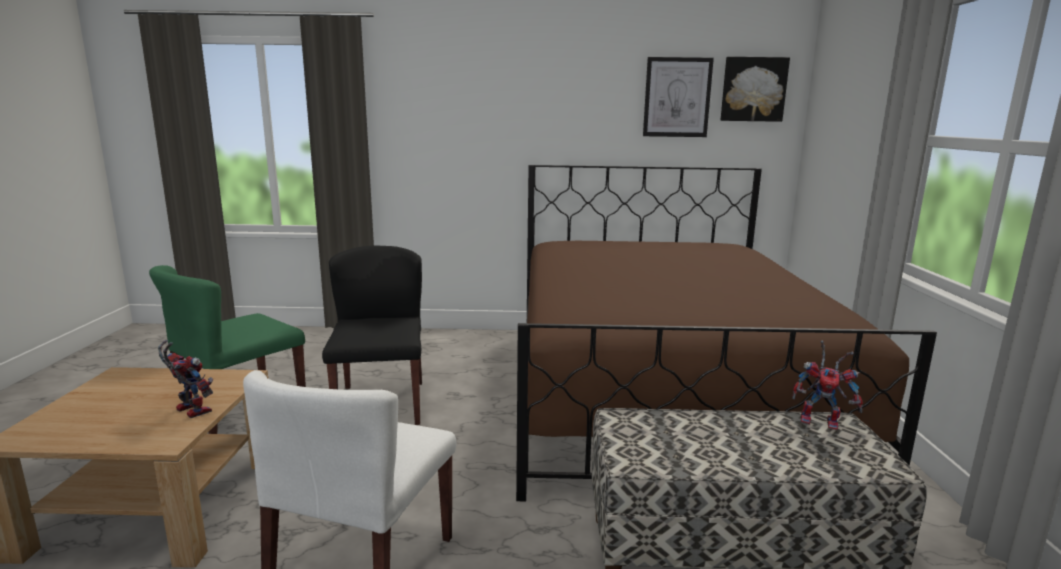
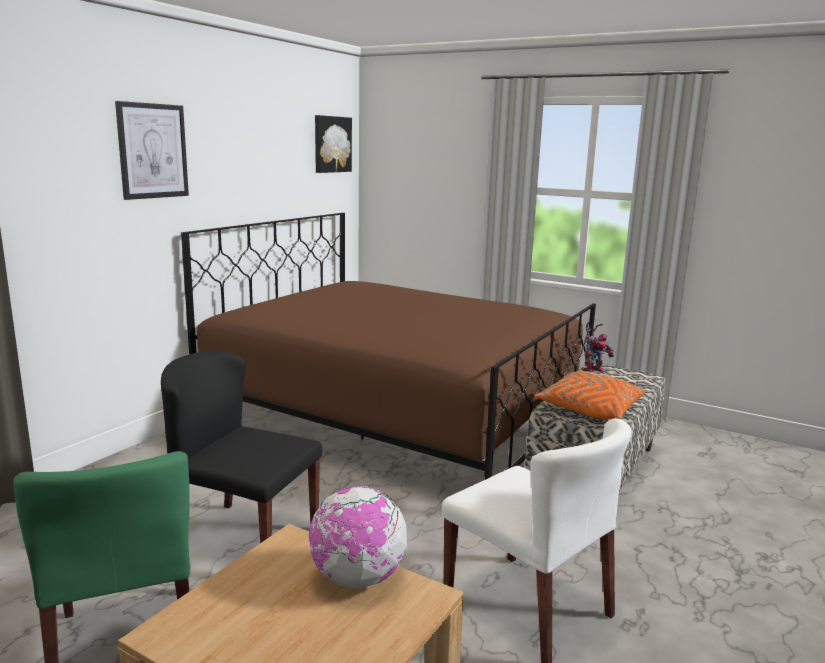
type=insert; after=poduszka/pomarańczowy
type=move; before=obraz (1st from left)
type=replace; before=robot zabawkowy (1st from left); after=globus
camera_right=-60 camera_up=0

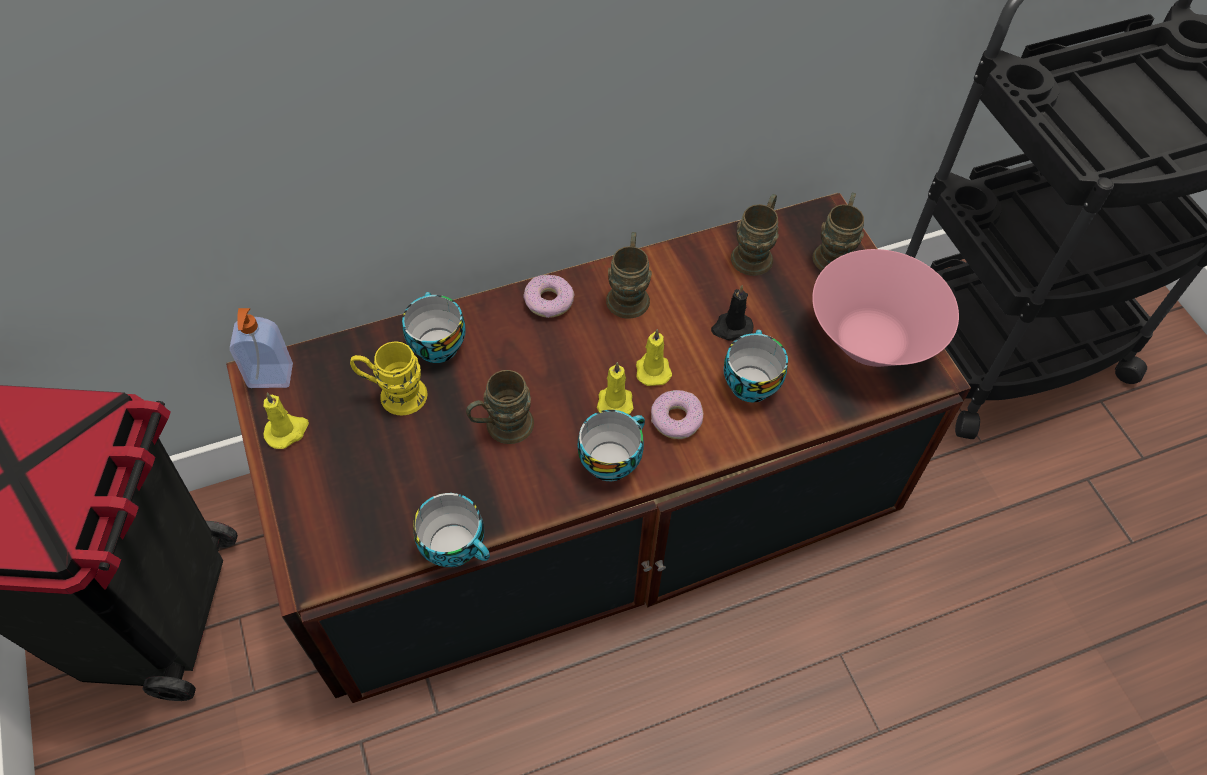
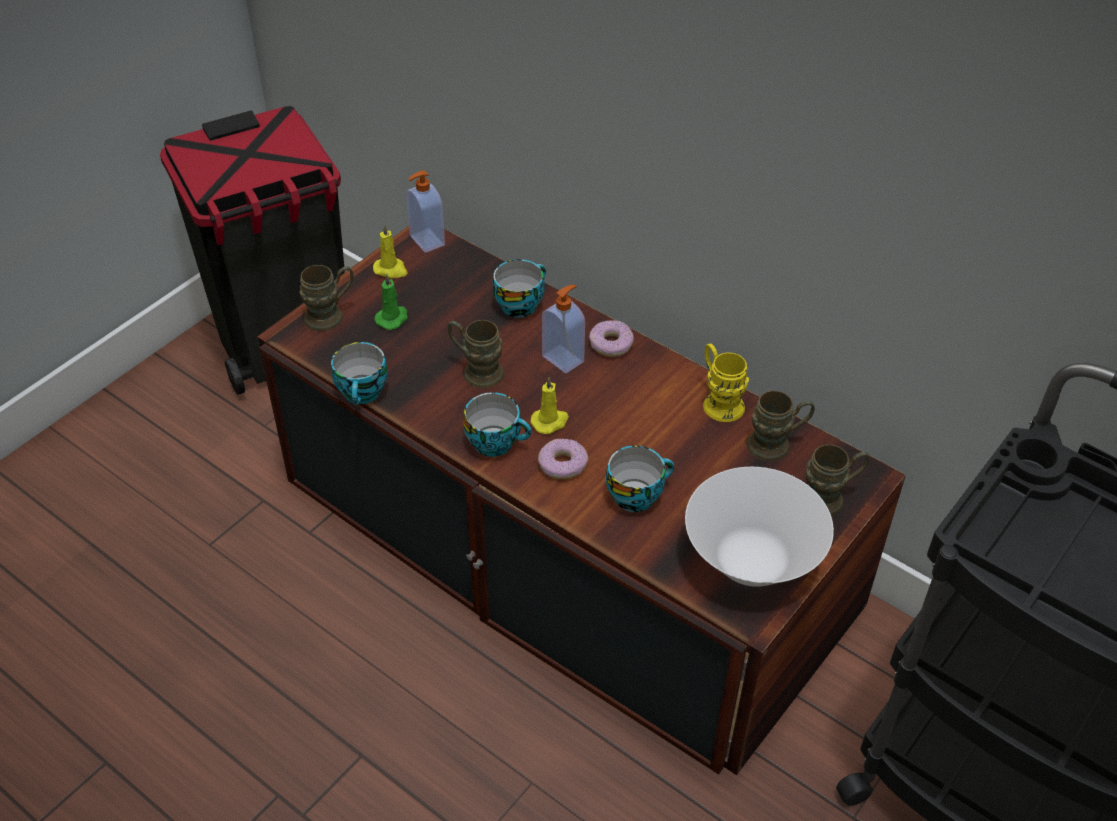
type=delete; before=świeca/żółty (3rd from left)
type=delete; before=świeca/czarny
type=insert; after=świeca/zielony
type=insert; after=dozownik mydła (2nd from left)
type=move; before=kubek/żółty
type=move; before=kubek/brązowy (2nd from left in the first image); after=kubek/brązowy (1st from left)
type=recolor; before=miska/różowy; after=miska/biały
camera_right=60 camera_up=-10

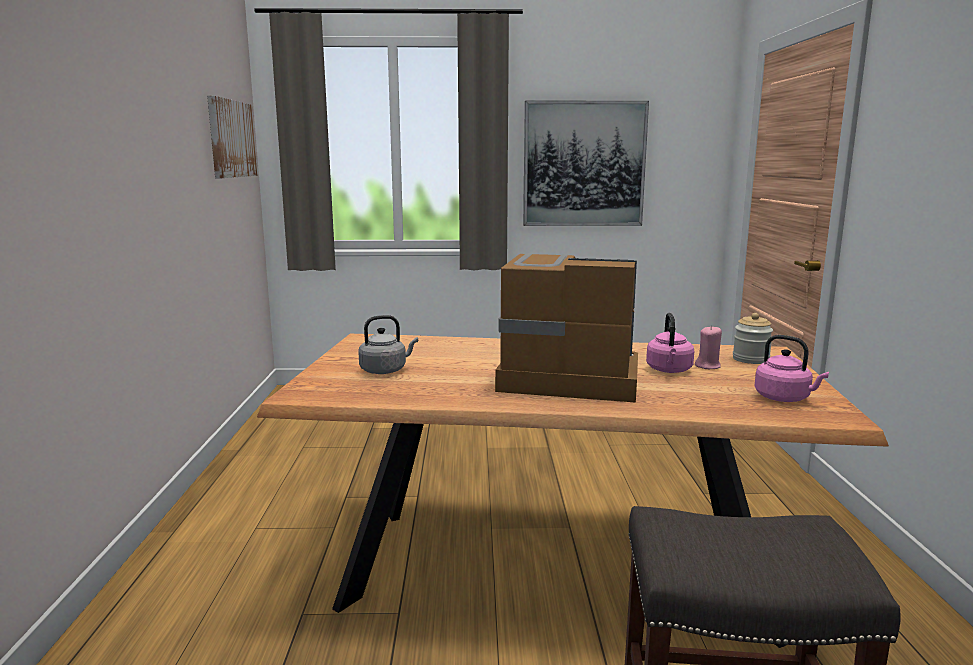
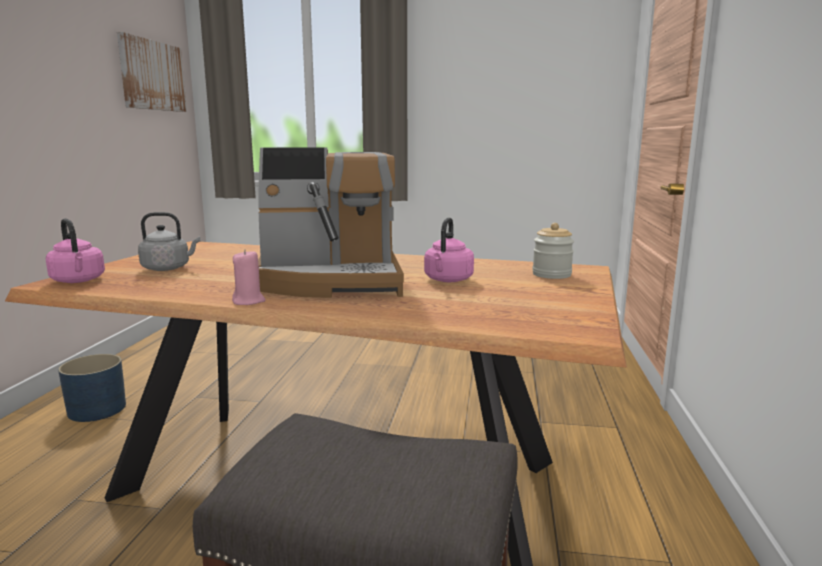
type=delete; before=obraz (2nd from left)
type=insert; after=donica/niebieski
type=move; before=świeca/różowy
type=move; before=czajnik/różowy (2nd from left in the first image); after=czajnik/różowy (1st from left)
type=rotate; before=ekspres do kawy; turn=150
camera_right=10 camera_up=0

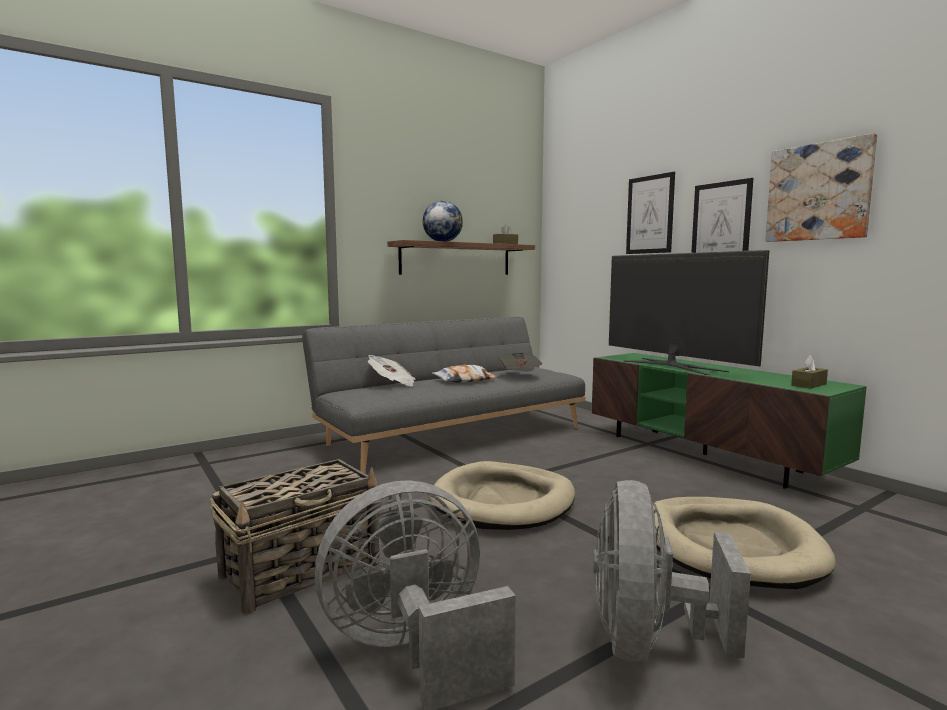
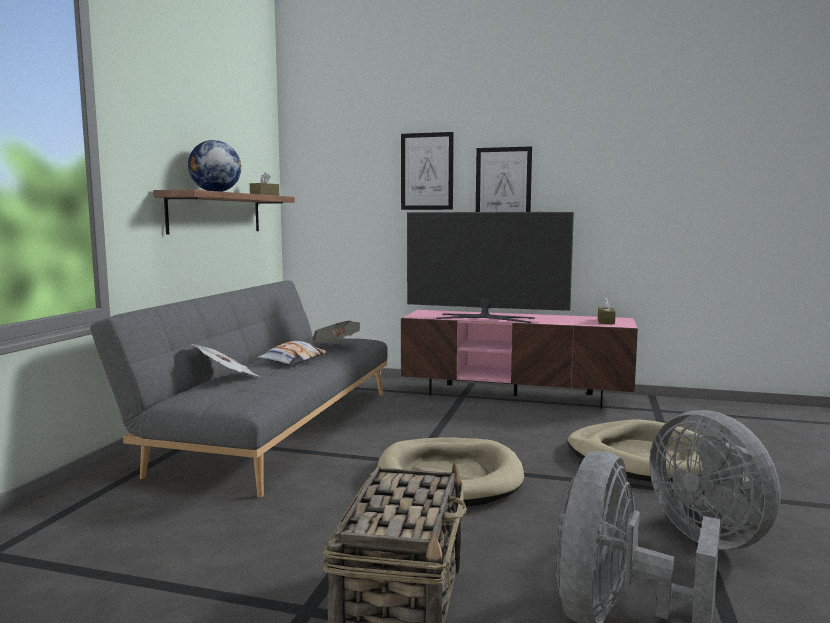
type=delete; before=obraz (3rd from left)
type=recolor; before=szafka pod telewizor/zielony; after=szafka pod telewizor/różowy
camera_right=-40 camera_up=0

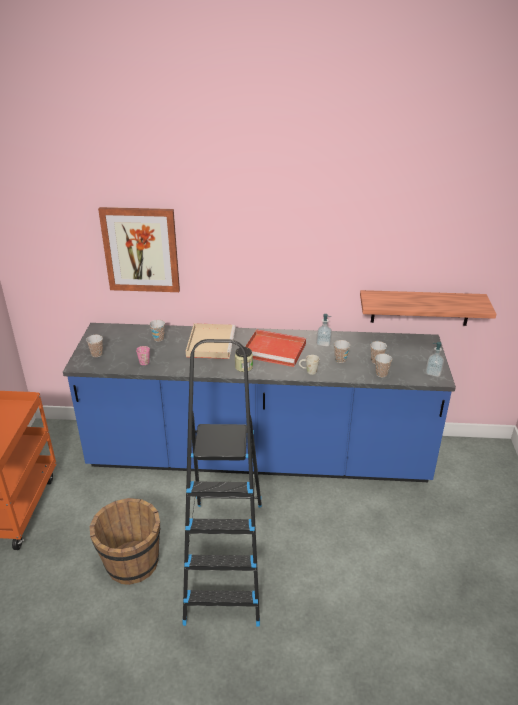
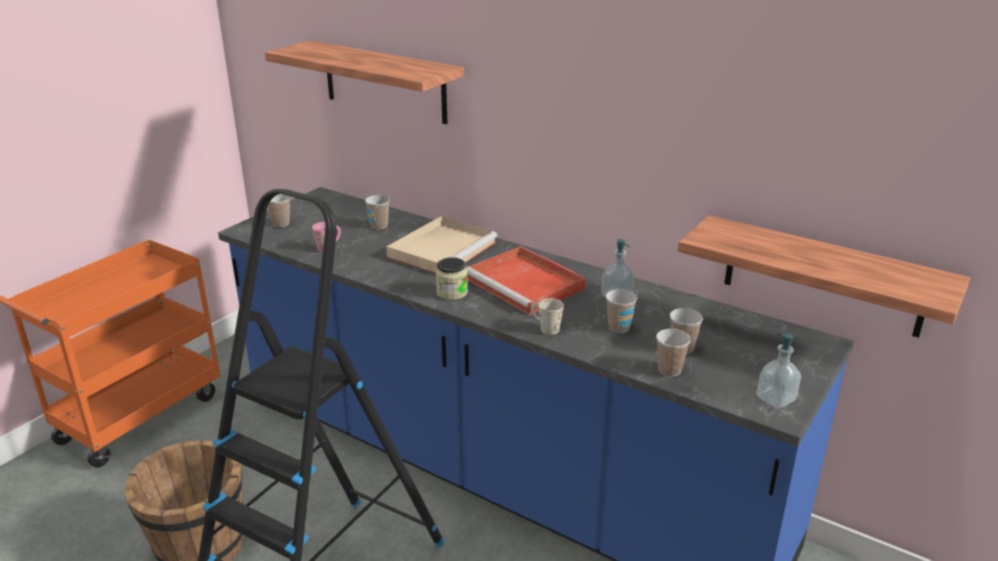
type=replace; before=obraz; after=półka (1st from left)
camera_right=30 camera_up=-5

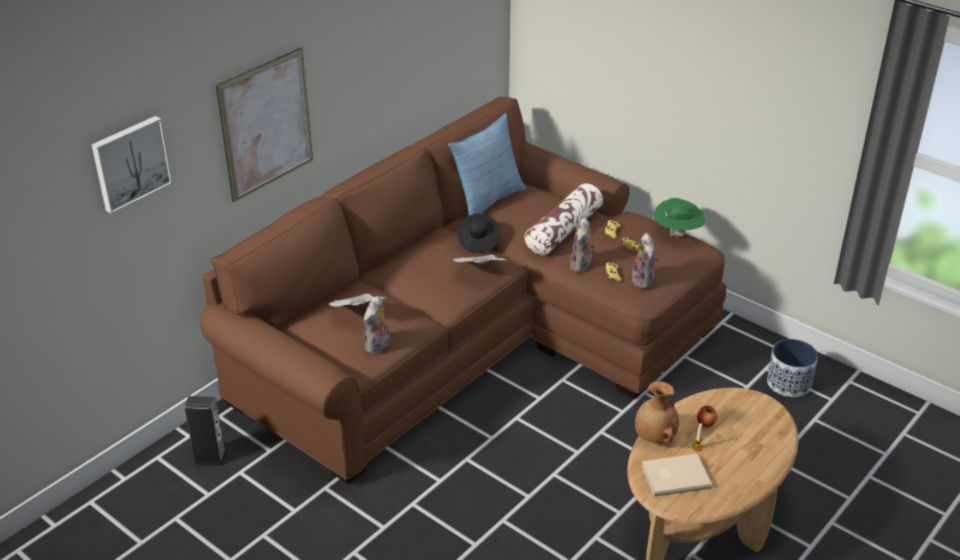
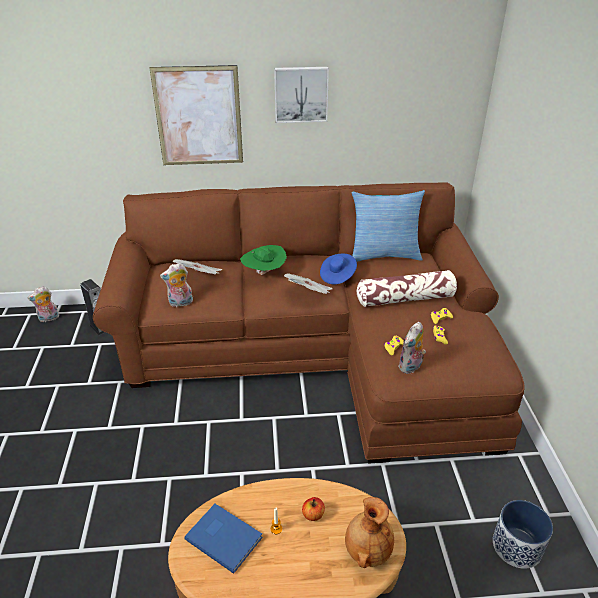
type=move; before=obraz (1st from left in the first image); after=obraz (2nd from left)
type=move; before=pluszak (2nd from left in the first image); after=pluszak (1st from left)
type=move; before=wazon/brązowy
type=move; before=kapelusz/zielony
type=recolor; before=kapelusz/czarny; after=kapelusz/niebieski
type=recolor; before=książka/beżowy; after=książka/niebieski
camera_right=45 camera_up=0

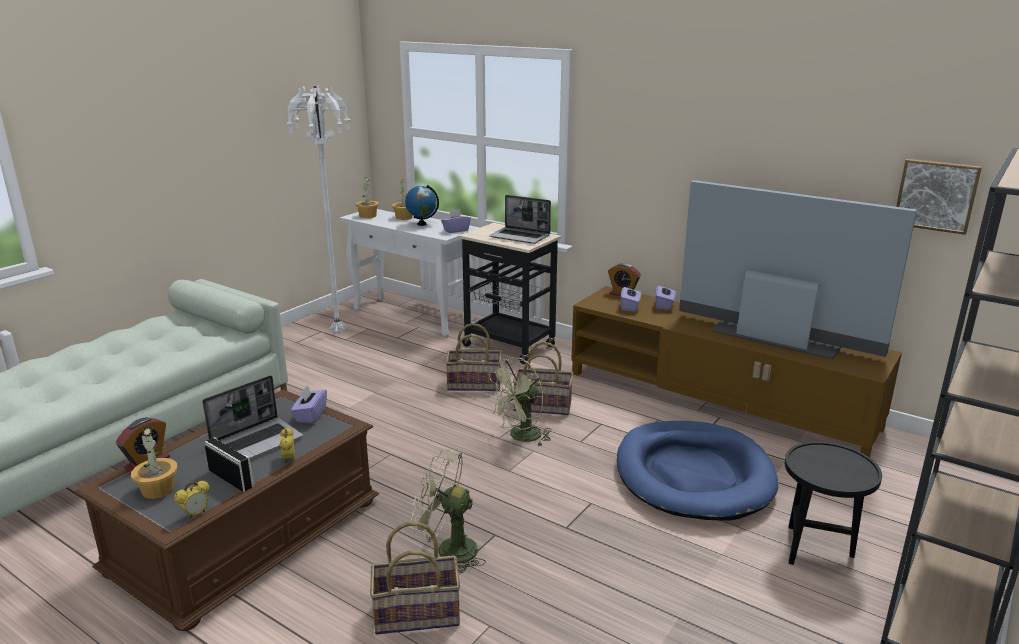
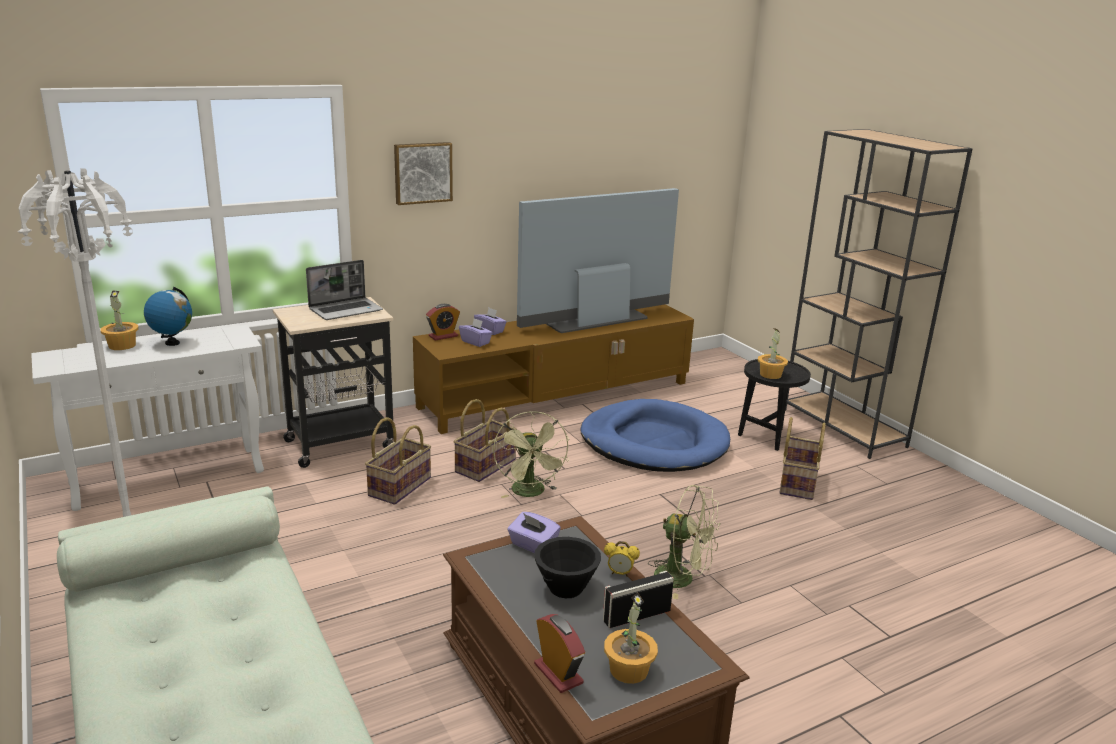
type=delete; before=budzik (2nd from left)
type=delete; before=pudełko chusteczek/fioletowy (2nd from left)
type=move; before=roślina doniczkowa (2nd from left in the first image); after=roślina doniczkowa (3rd from left)
type=move; before=koszyk (1st from left in the first image); after=koszyk (3rd from left)
type=move; before=obraz
type=replace; before=laptop (1st from left); after=miska/czarny
type=rotate; before=wentylator/zielony (1st from left in the first image); turn=-105
camera_right=-65 camera_up=0

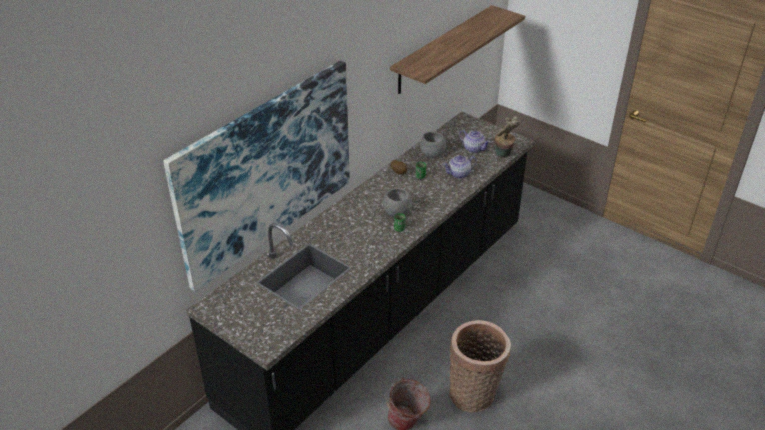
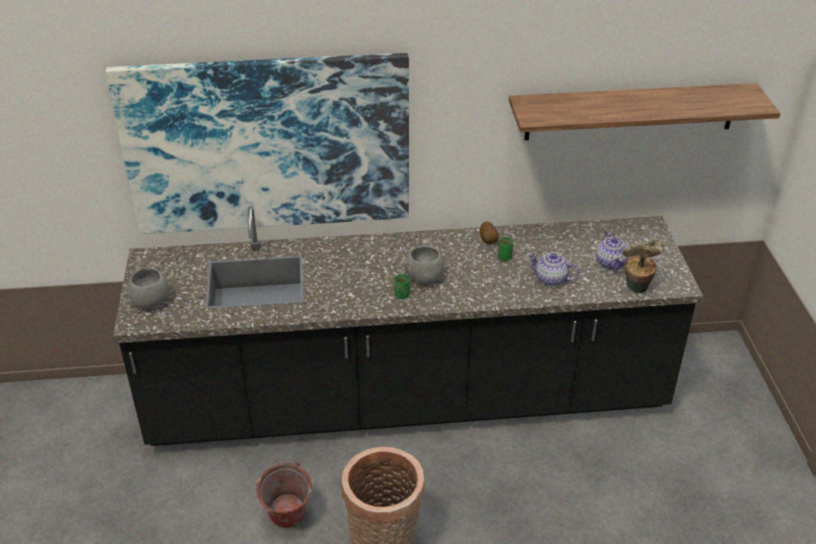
type=move; before=miska/szary (2nd from left in the first image); after=miska/szary (1st from left)
camera_right=45 camera_up=0

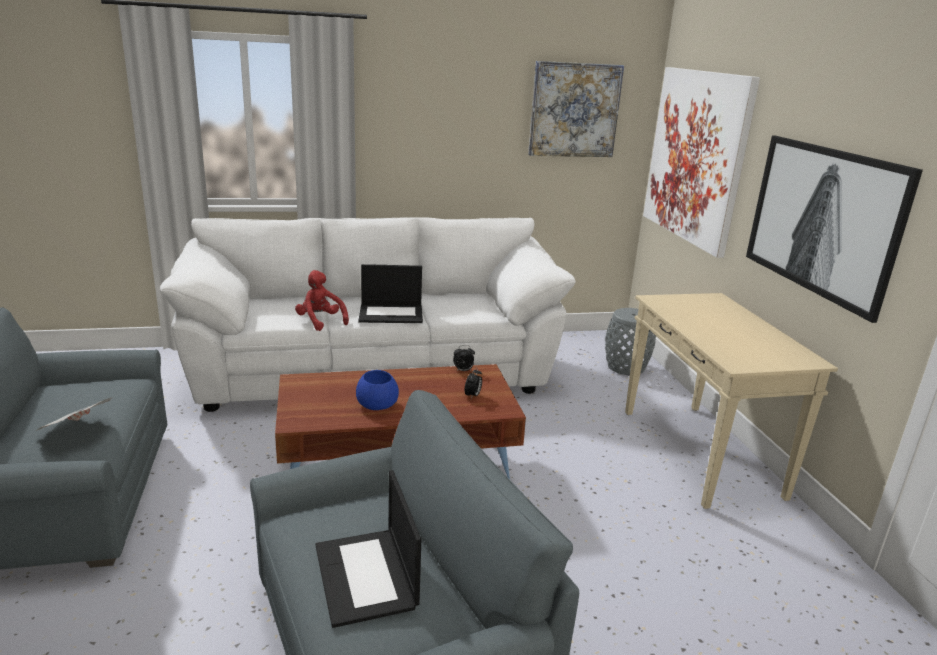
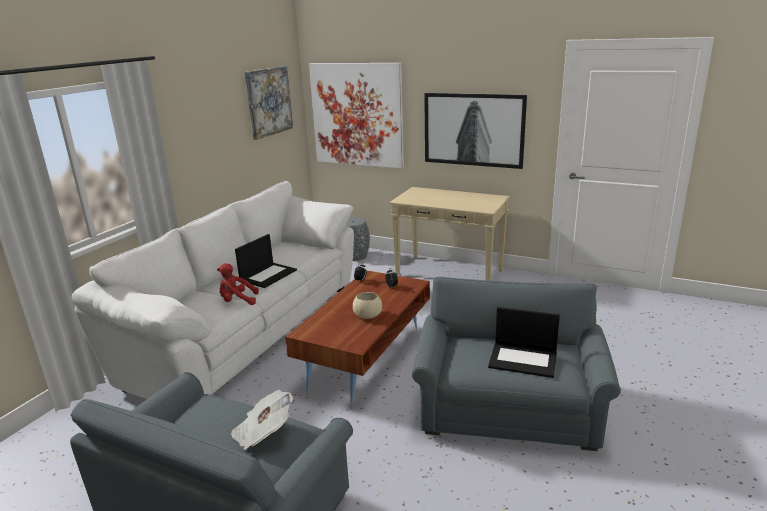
type=recolor; before=miska/niebieski; after=miska/beżowy
camera_right=-50 camera_up=0

